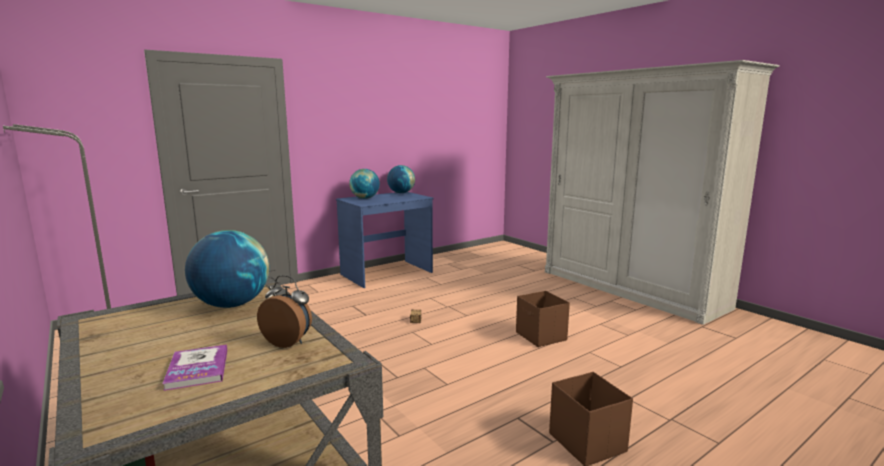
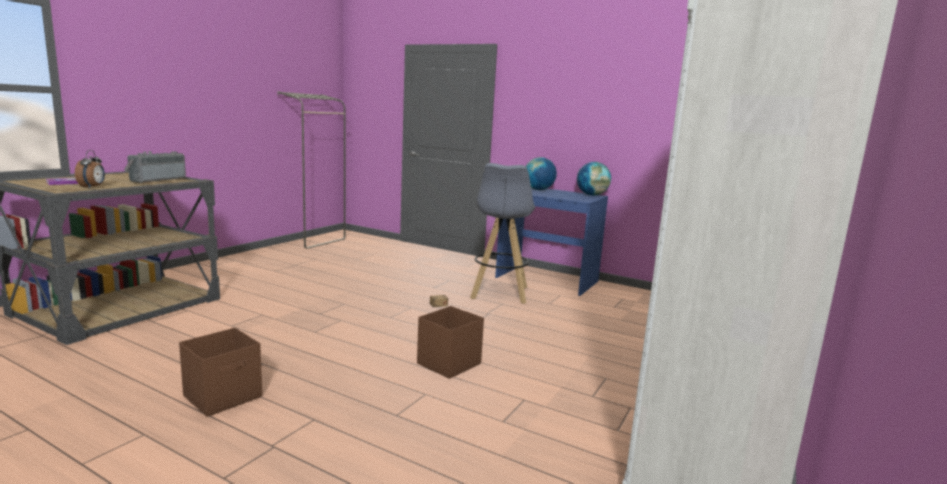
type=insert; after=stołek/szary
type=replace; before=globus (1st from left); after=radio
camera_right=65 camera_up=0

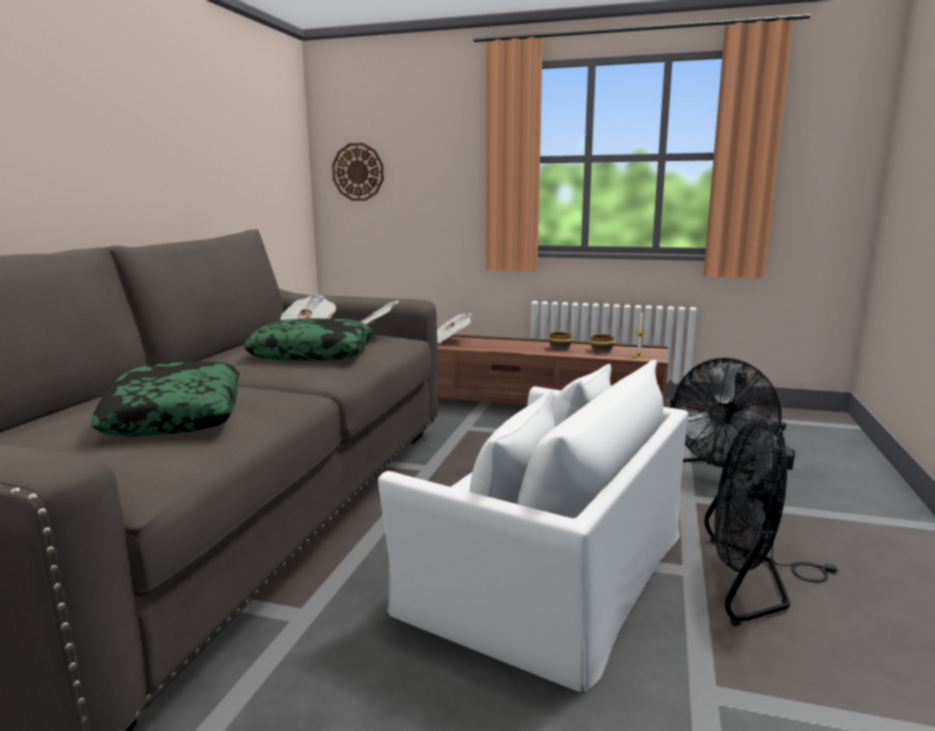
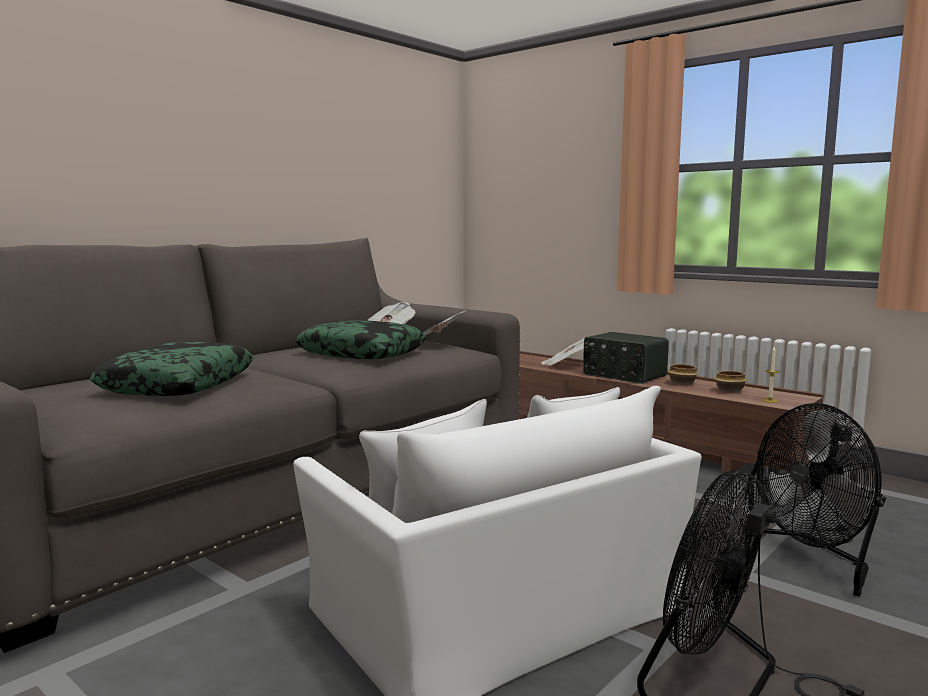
type=delete; before=zegar ścienny
type=insert; after=radio
camera_right=25 camera_up=-5

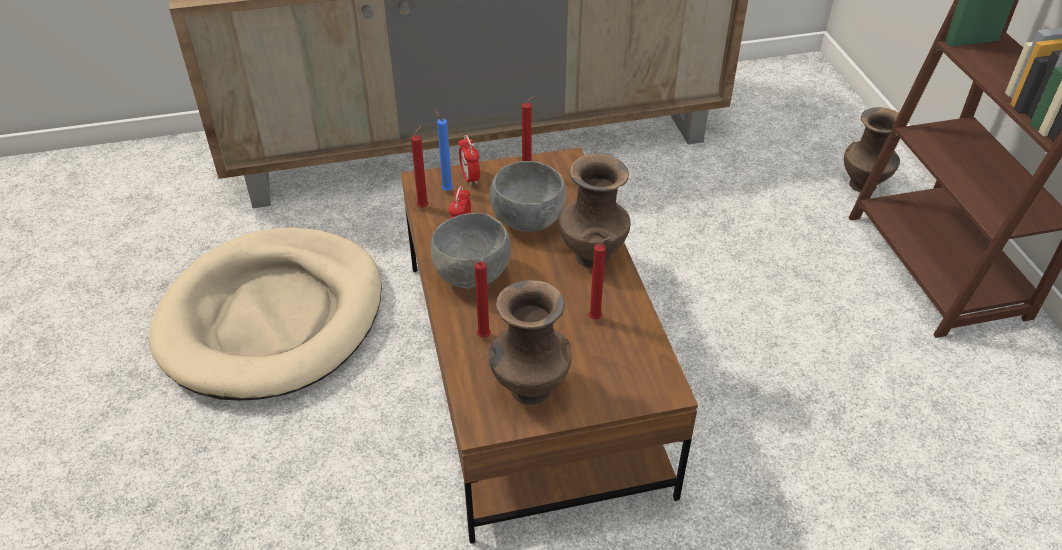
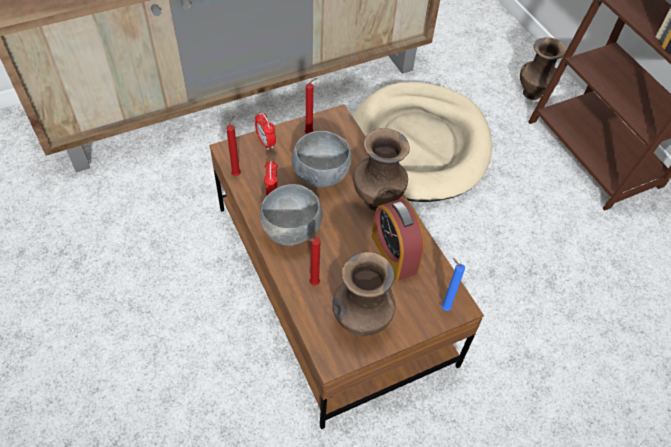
type=move; before=legowisko/beżowy
type=move; before=świeca/niebieski
type=replace; before=świeca/czerwony (4th from left); after=budzik (3rd from left)
camera_right=-15 camera_up=10

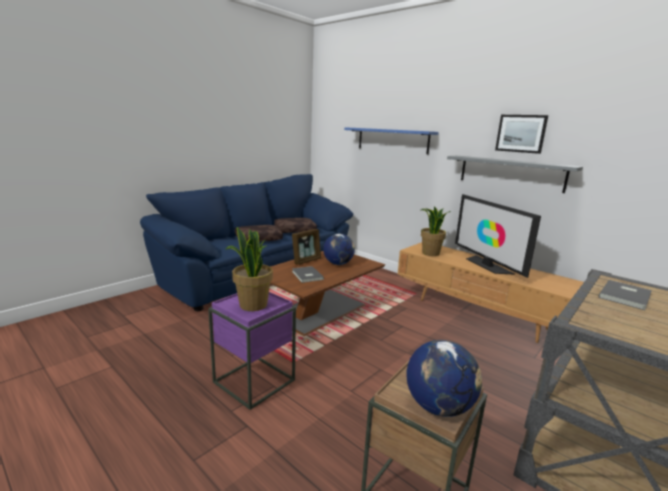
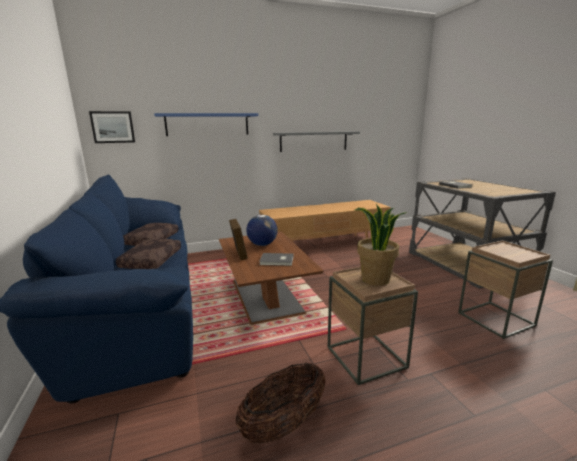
type=delete; before=globus (2nd from left)
type=delete; before=roślina doniczkowa (2nd from left)
type=delete; before=telewizor
type=insert; after=koszyk
type=move; before=obraz
type=recolor; before=stolik/fioletowy; after=stolik/brązowy (1st from left)
camera_right=-60 camera_up=0

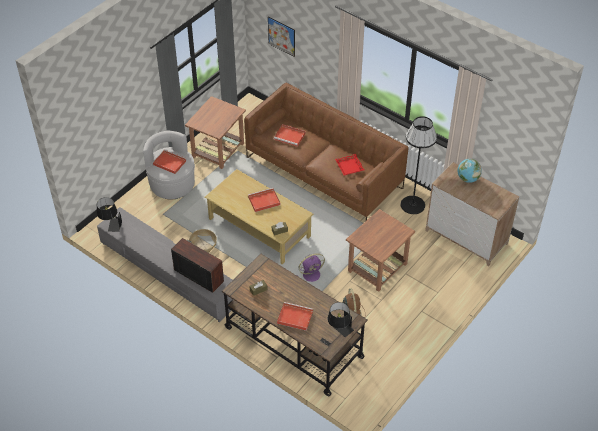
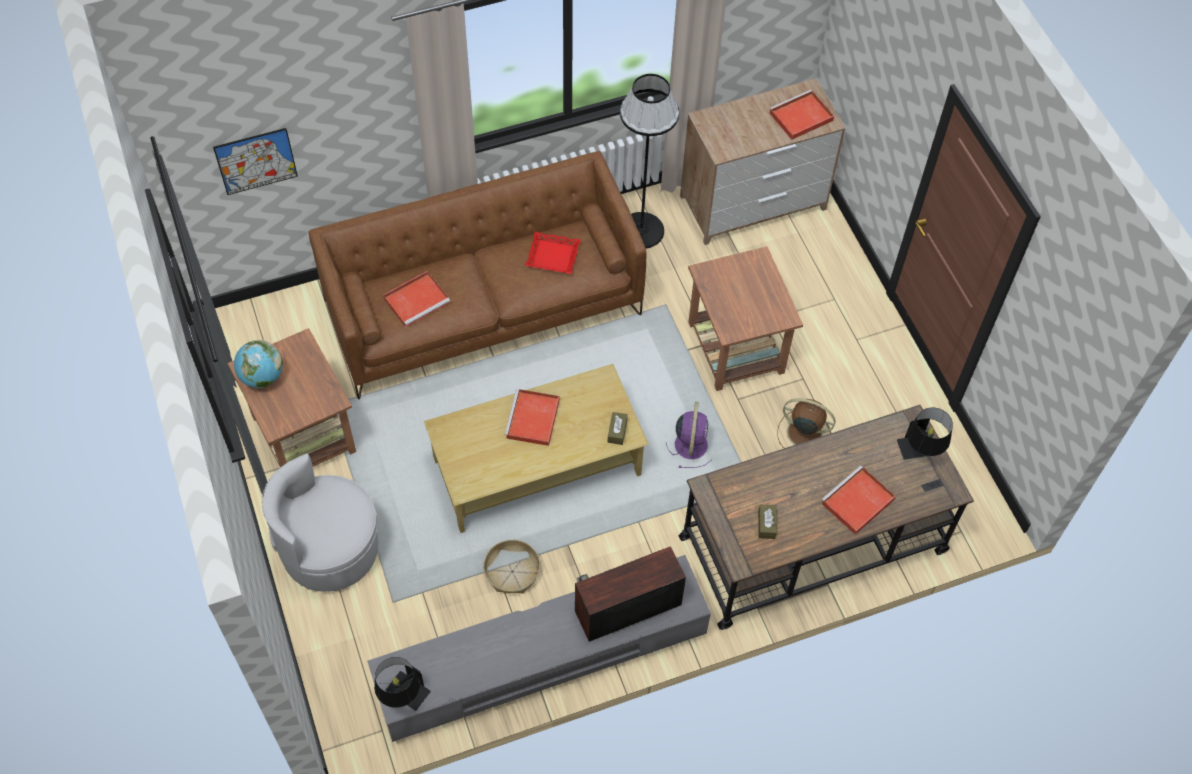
type=move; before=taca/czerwony (1st from left in the first image); after=taca/czerwony (4th from left)
type=move; before=globus
camera_right=-60 camera_up=10

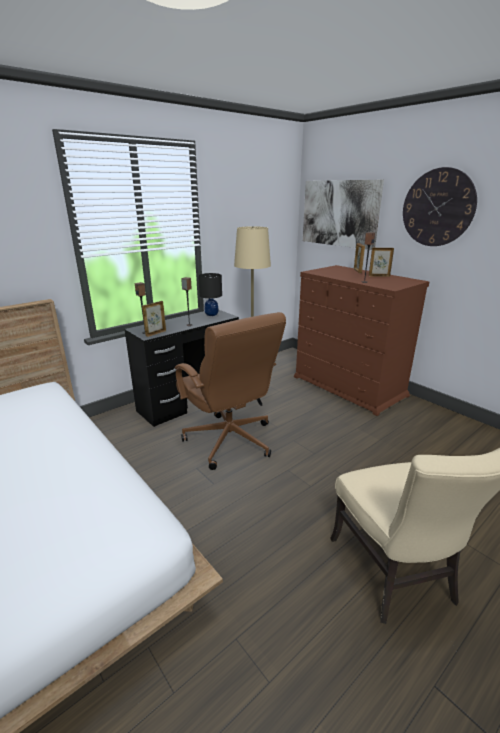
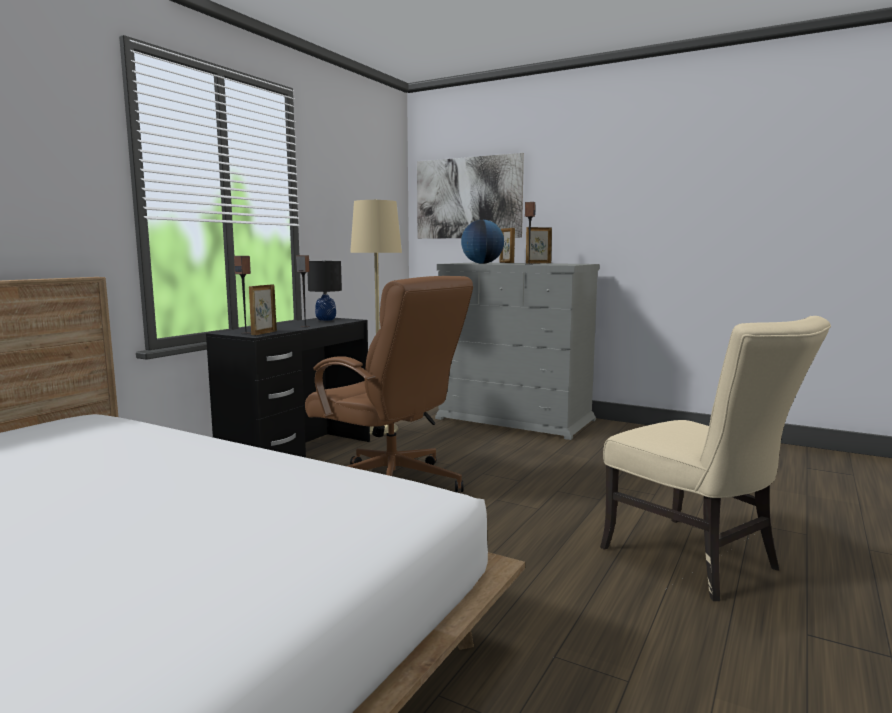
type=delete; before=zegar ścienny
type=insert; after=globus
type=recolor; before=komoda/brązowy; after=komoda/szary
camera_right=-20 camera_up=-15

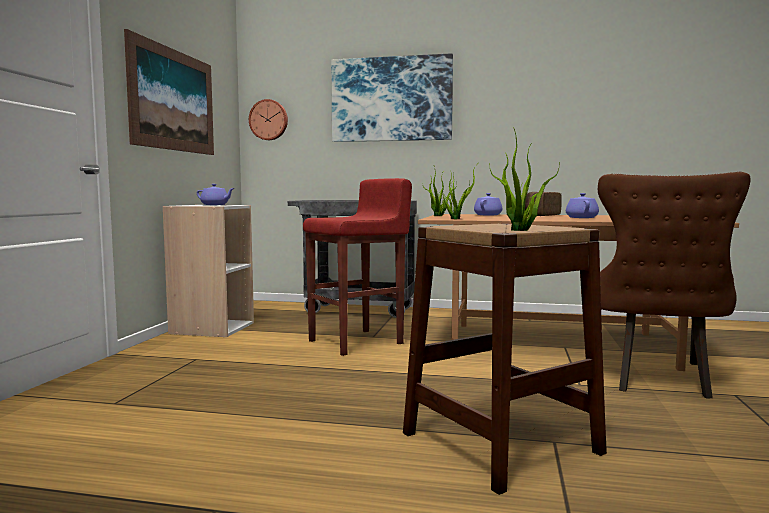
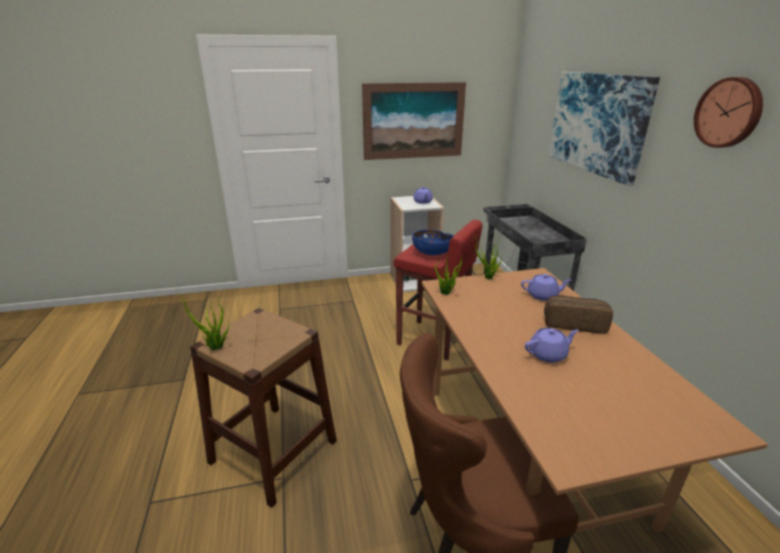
type=insert; after=miska/niebieski
type=move; before=zegar ścienny
camera_right=65 camera_up=20

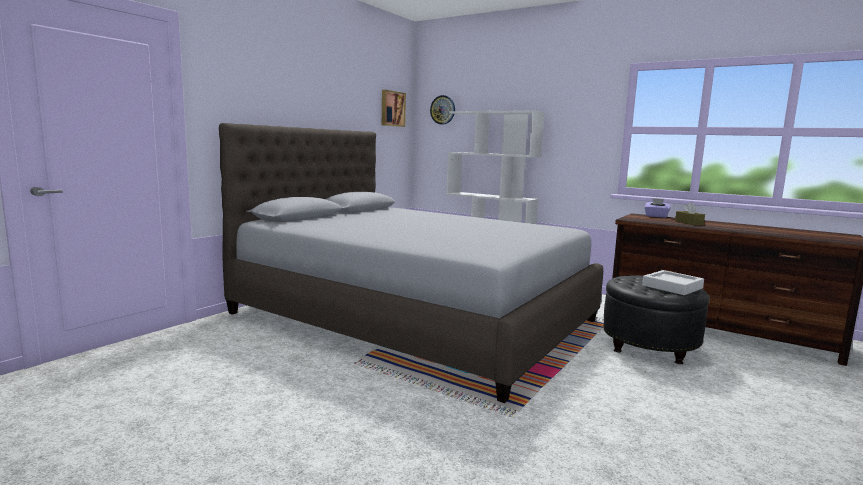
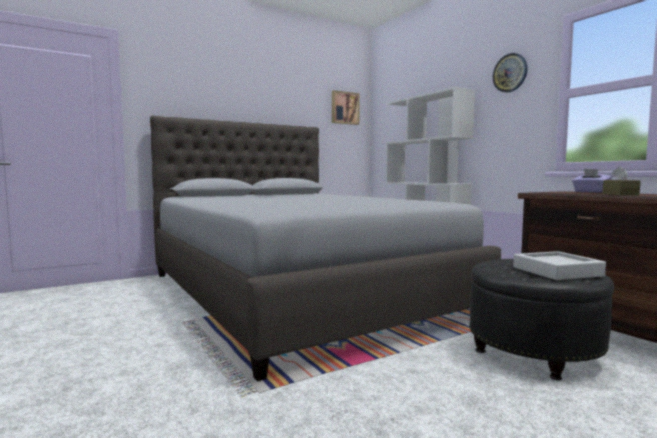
type=move; before=zegar ścienny
camera_right=25 camera_up=-5

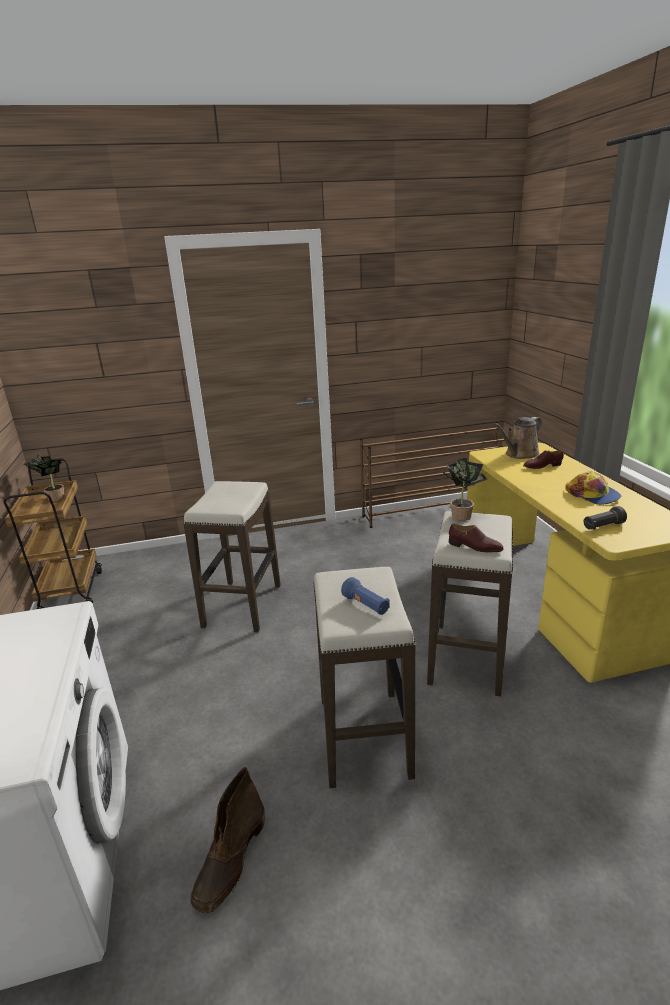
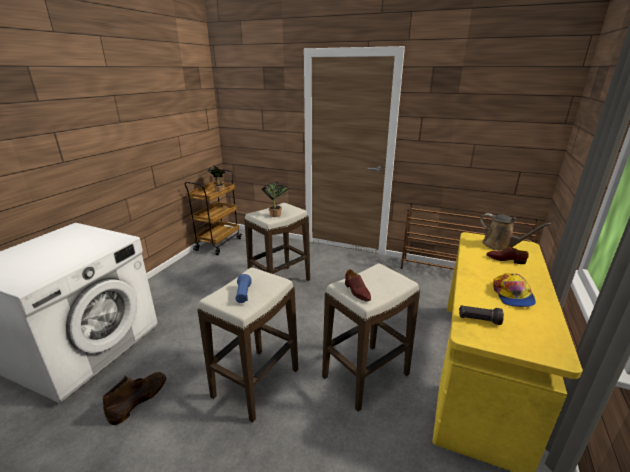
type=move; before=roślina doniczkowa (2nd from left)
type=rotate; before=but z cholewką/brązowy; turn=150
type=rotate; before=konewka/brązowy; turn=-135
camera_right=35 camera_up=0

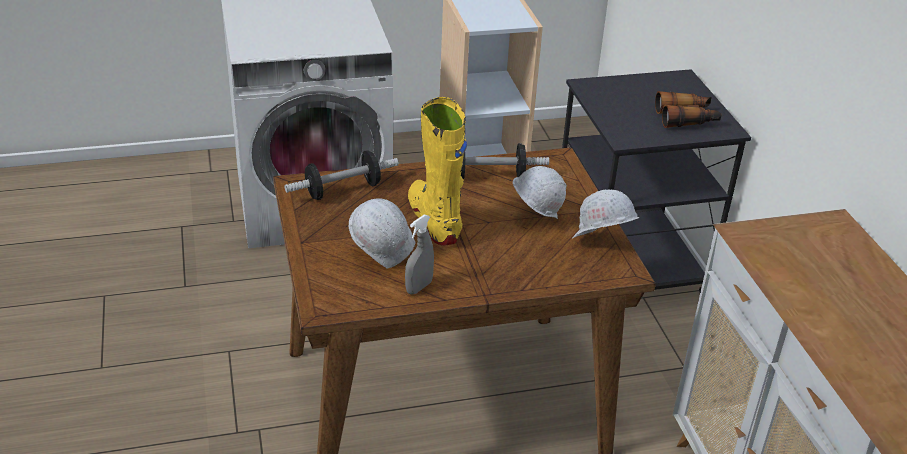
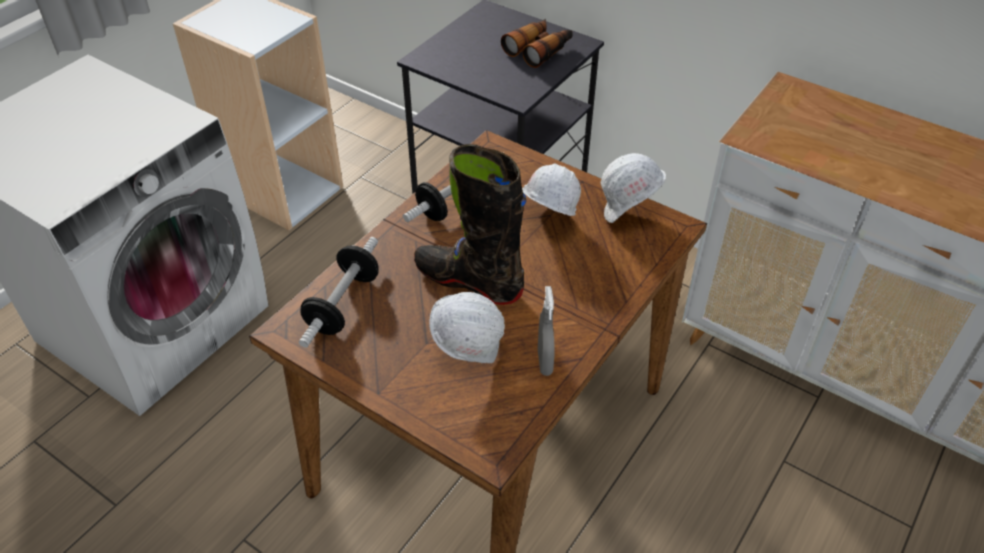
type=recolor; before=but z cholewką/żółty; after=but z cholewką/czarny
camera_right=-40 camera_up=10

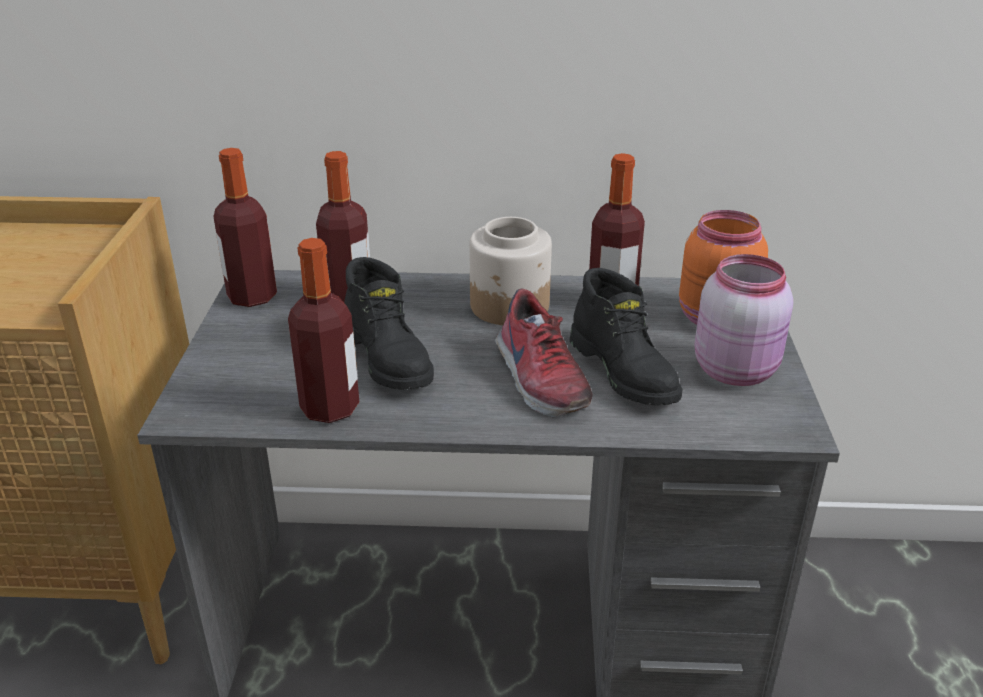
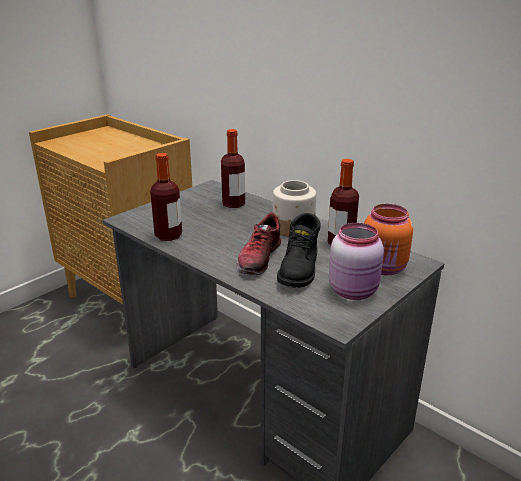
type=delete; before=butelka (1st from left)
type=delete; before=but z cholewką/czarny (1st from left)
camera_right=40 camera_up=-5

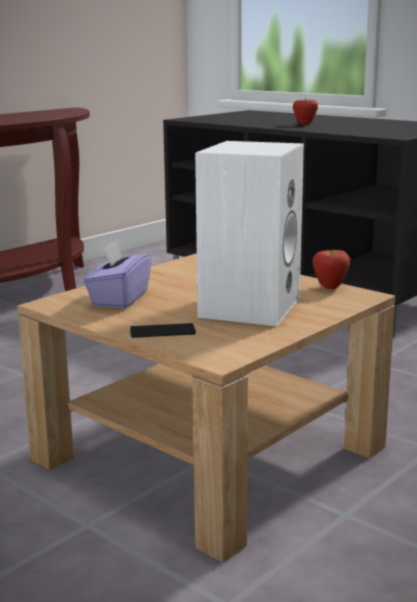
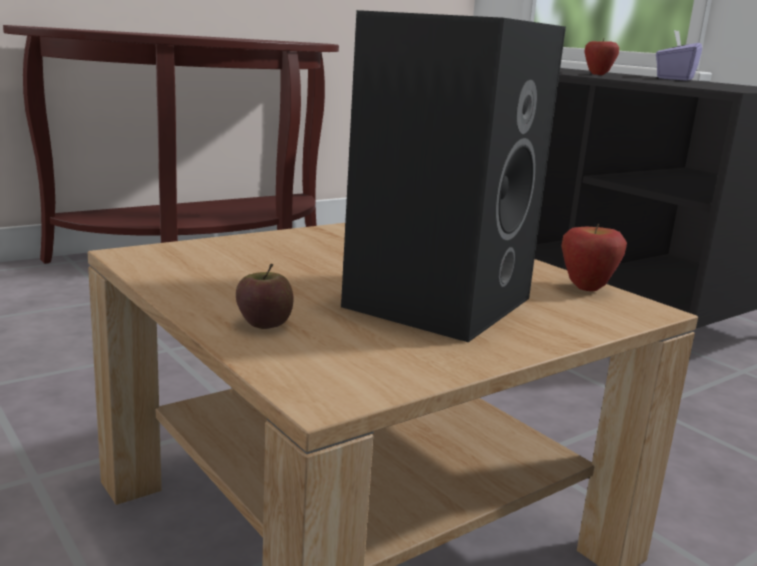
type=move; before=pudełko chusteczek/fioletowy
type=replace; before=telefon; after=jabłko (1st from left)
type=recolor; before=głośnik/biały; after=głośnik/czarny
camera_right=10 camera_up=0

